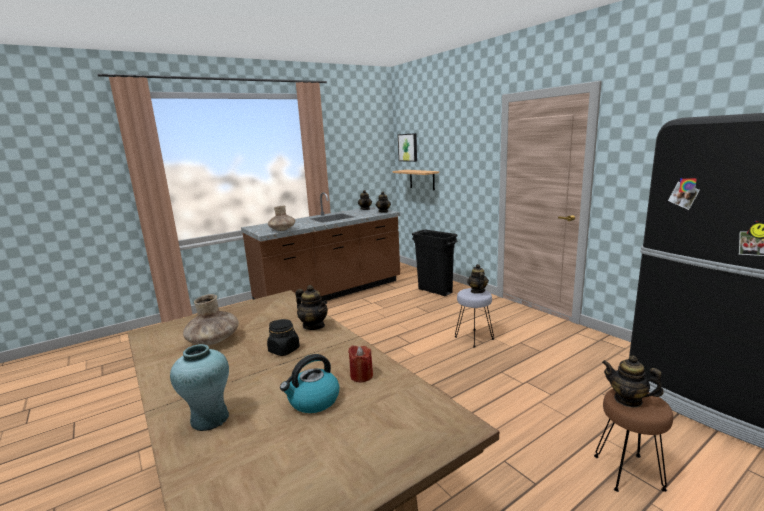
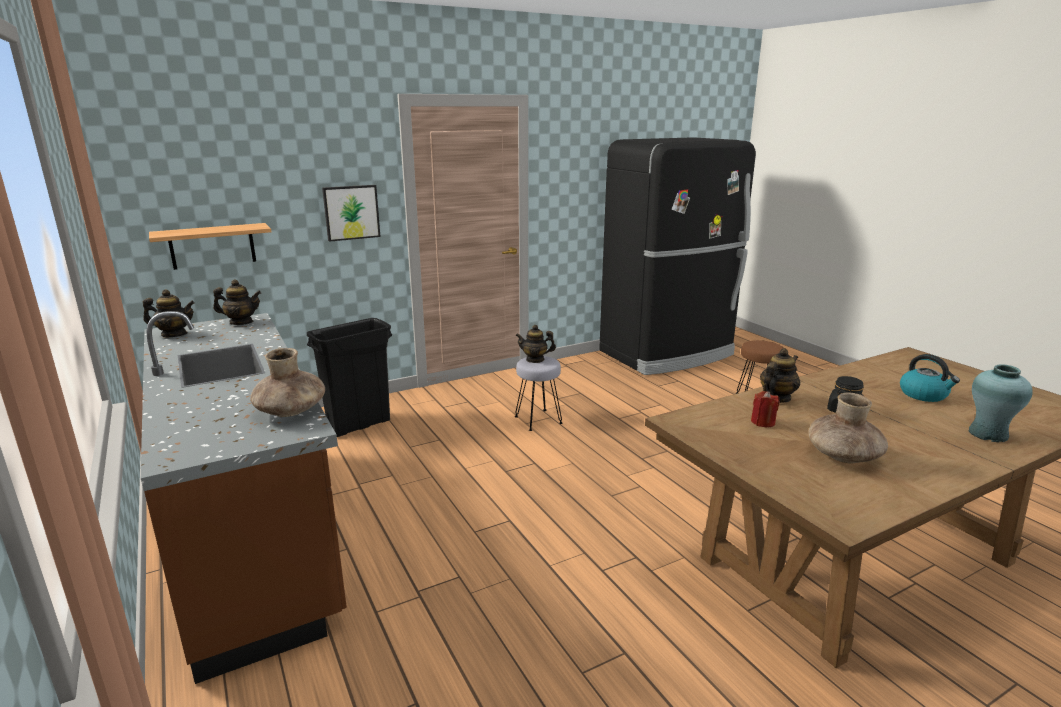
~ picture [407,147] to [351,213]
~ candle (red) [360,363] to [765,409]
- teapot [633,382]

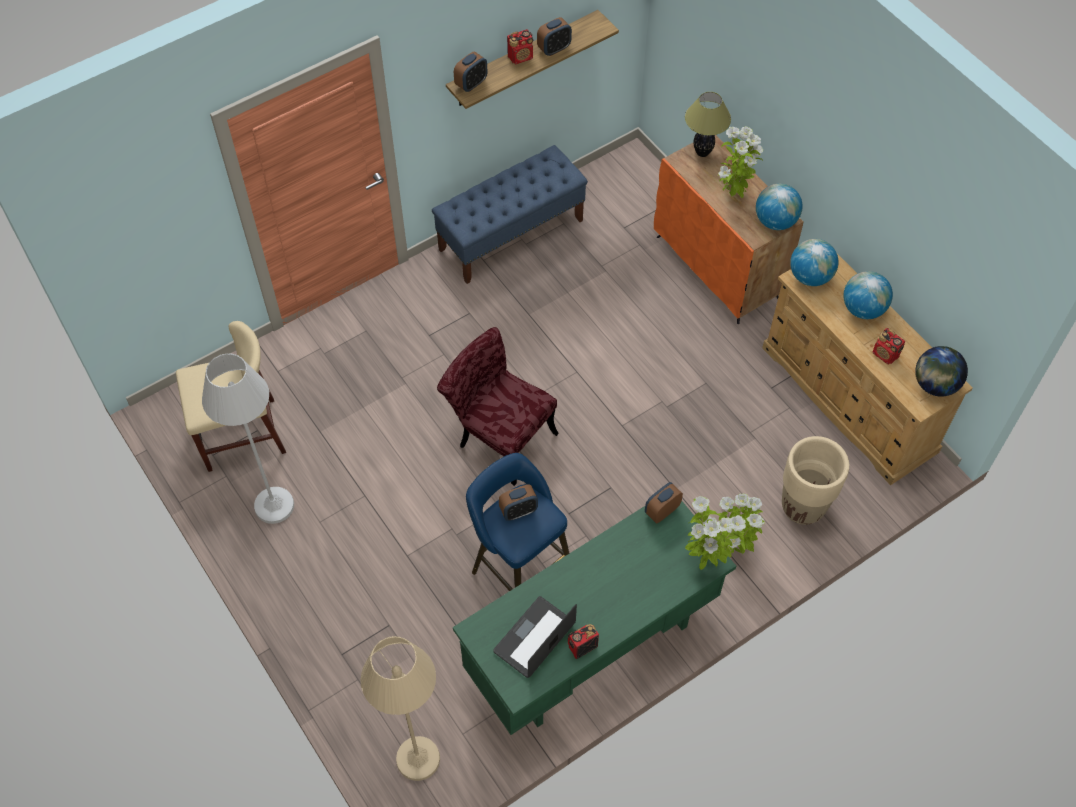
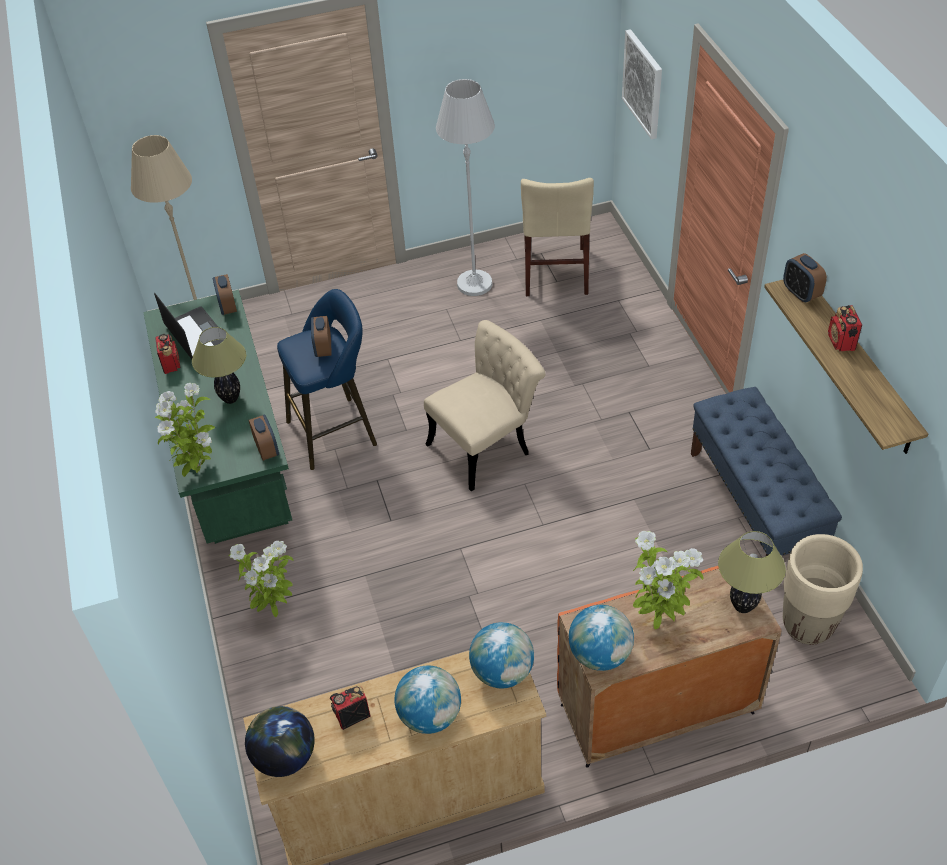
+ table lamp [219,365]
~ alarm clock [554,36] to [225,294]
~ chair (red) [498,406] to chair (beige) [485,405]
+ picture [642,84]
~ planter (beige) [815,480] to [823,589]

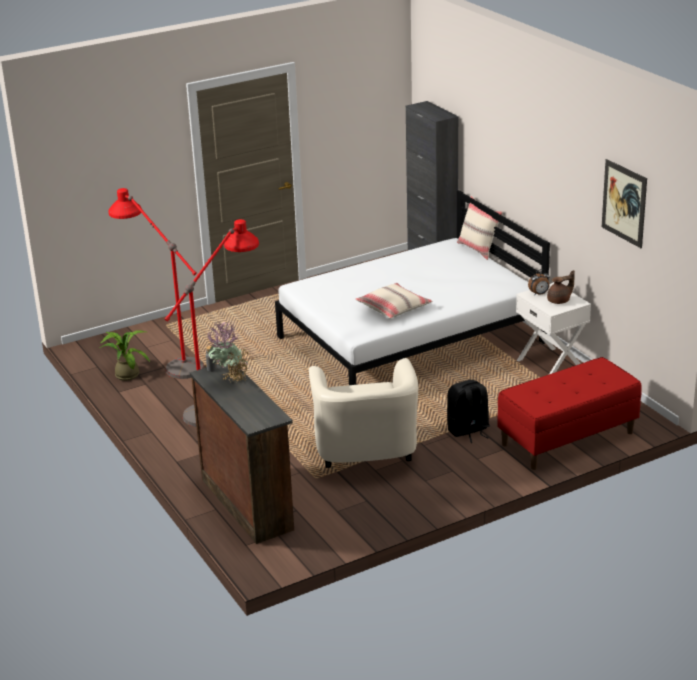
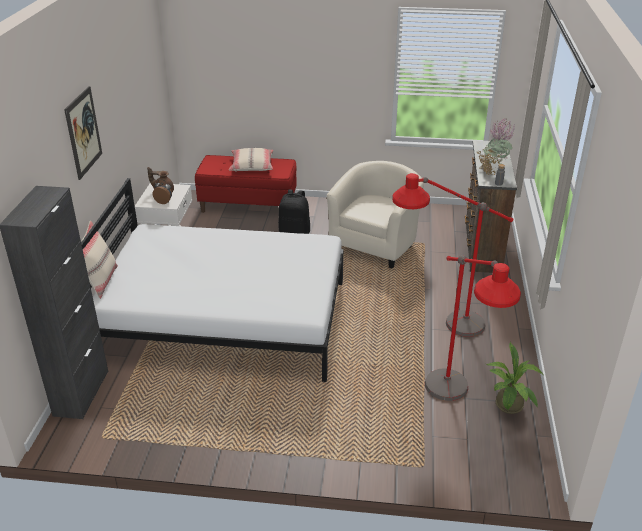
~ picture [624,203] to [83,133]
~ pillow (beige) [394,301] to [251,159]

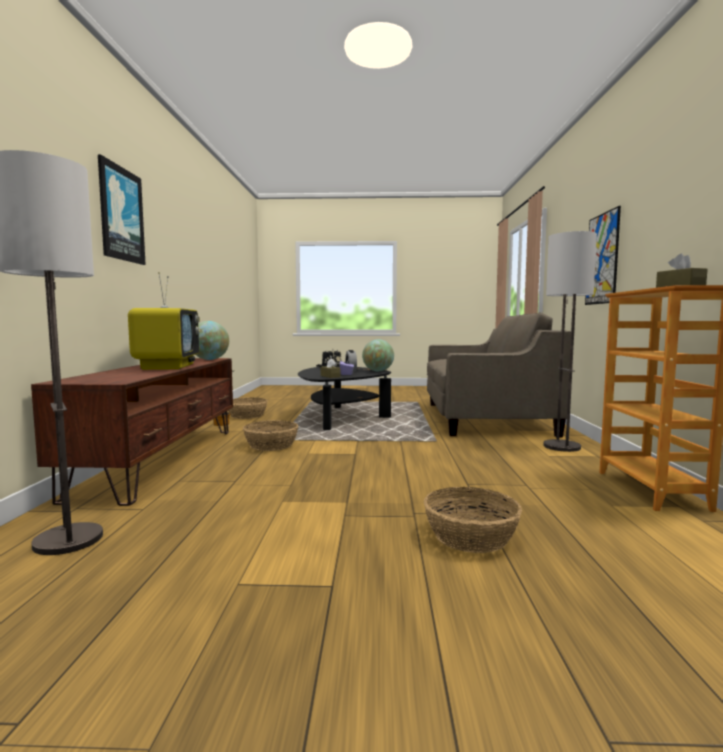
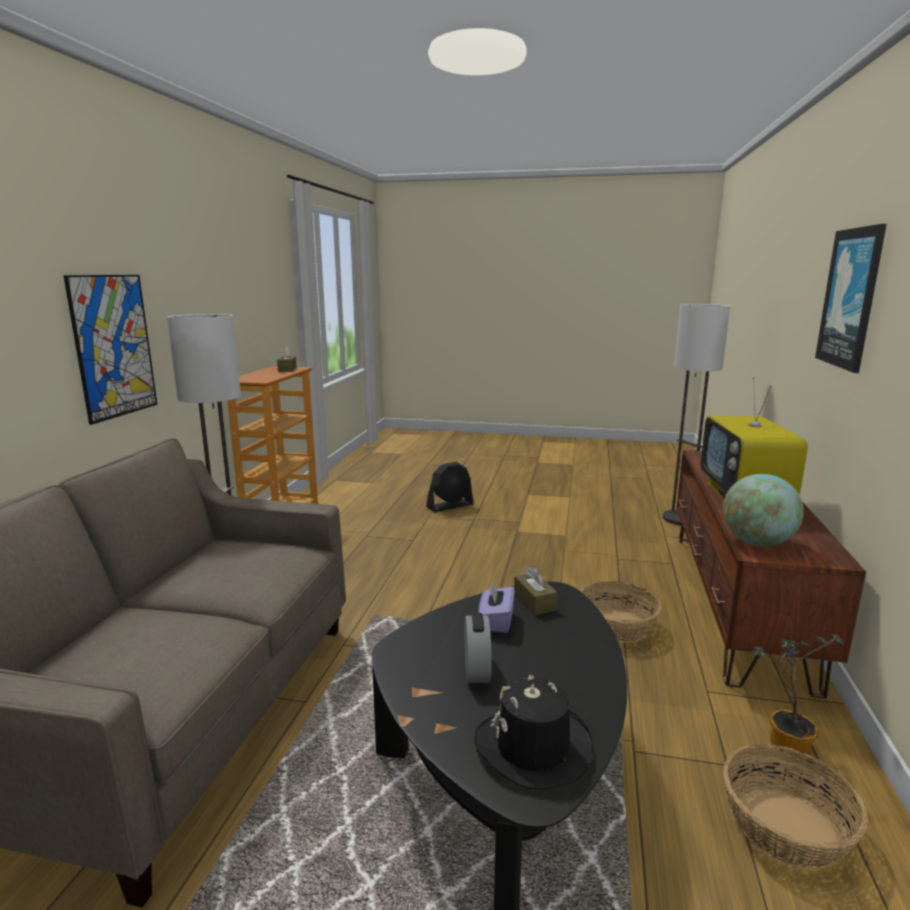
~ basket [473,520] to fan (black) [450,487]
- globe [378,355]

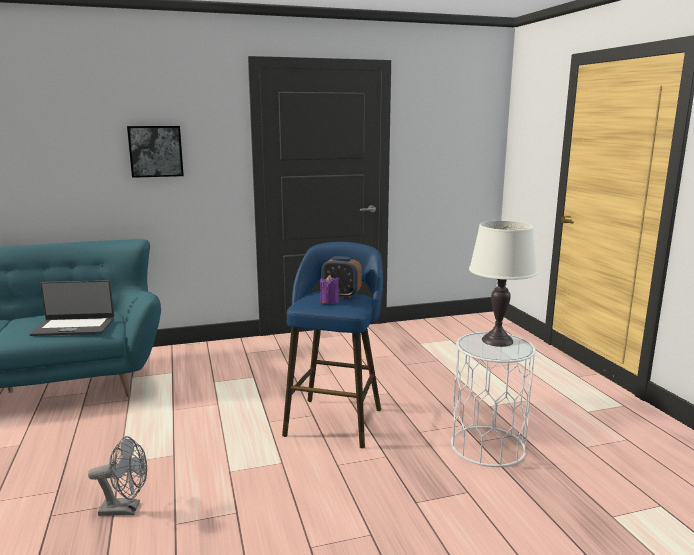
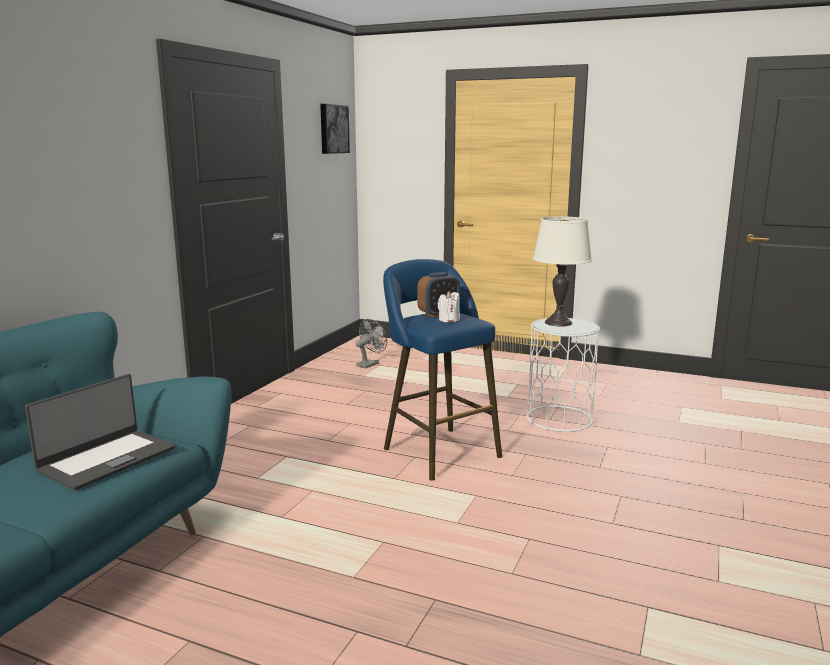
~ picture [155,152] to [335,129]
~ fan (grey) [117,476] to [371,343]
~ candle (purple) [329,289] to candle (white) [449,306]

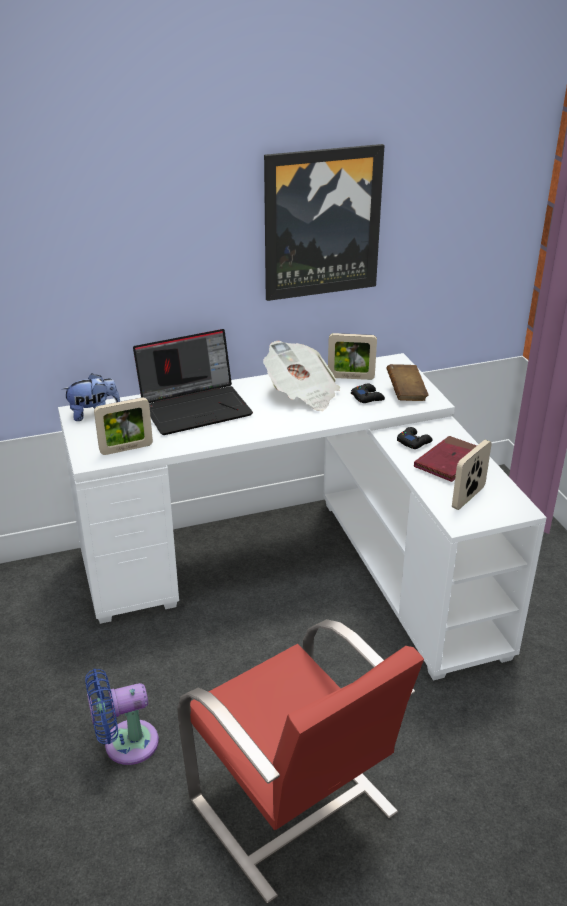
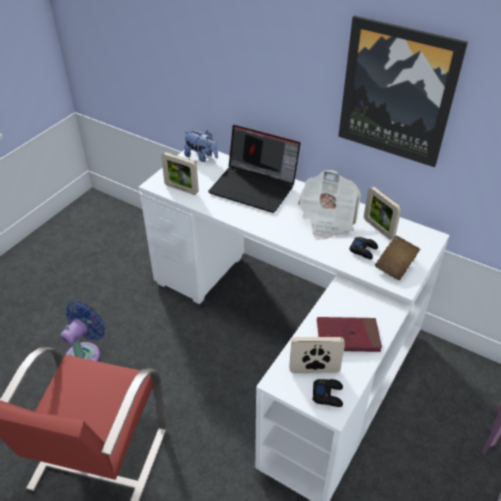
~ fan (blue) [122,717] = [83,331] 90 degrees clockwise
~ game controller (black) [415,438] to [328,393]

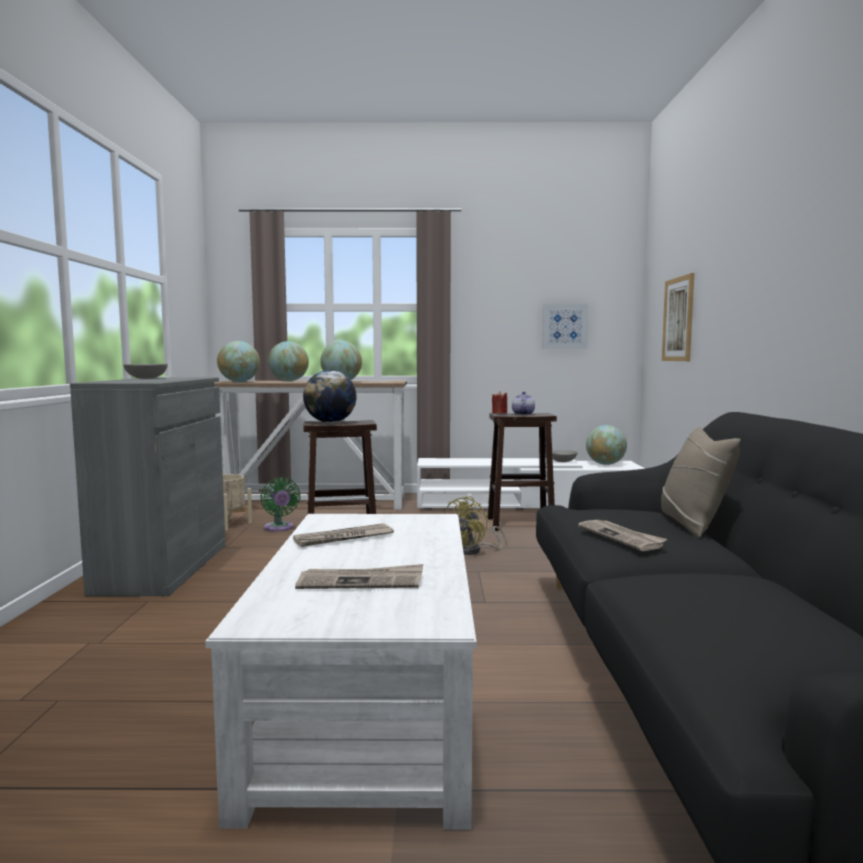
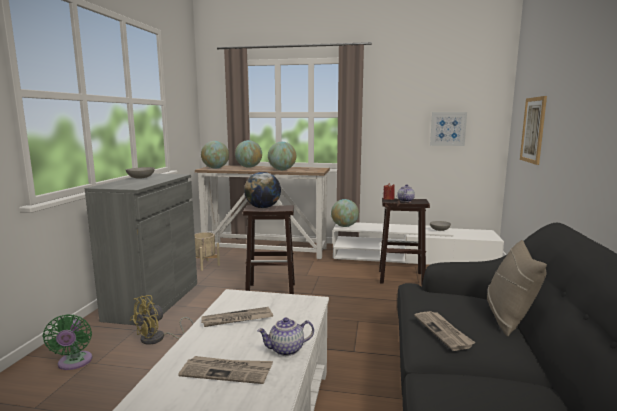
~ fan (green) [280,504] to [67,342]
~ fan (yellow) [475,525] to [162,320]
+ teapot [285,336]
~ globe [606,445] to [345,213]

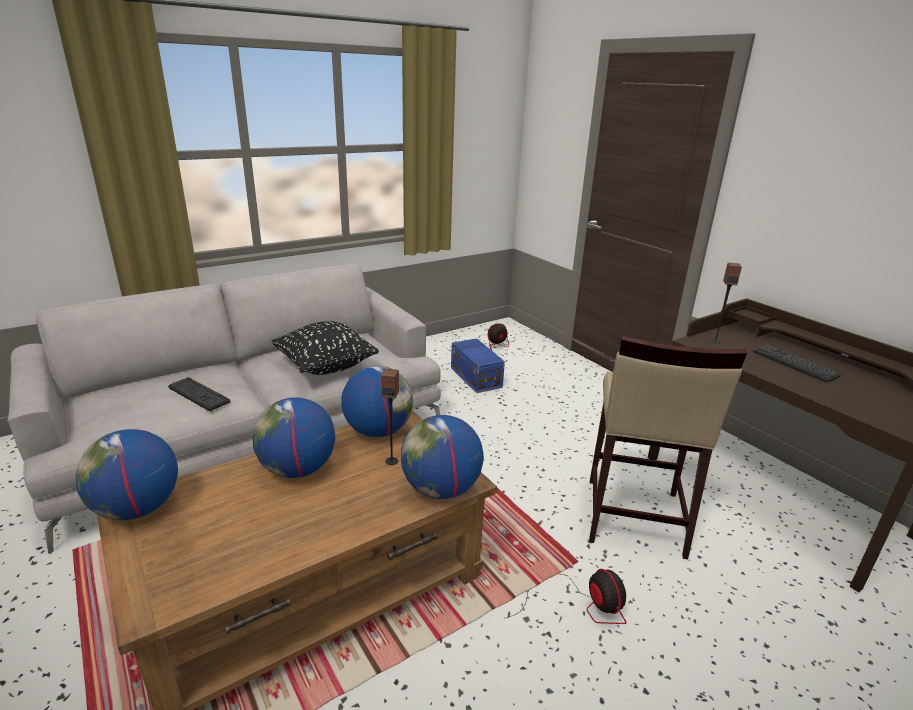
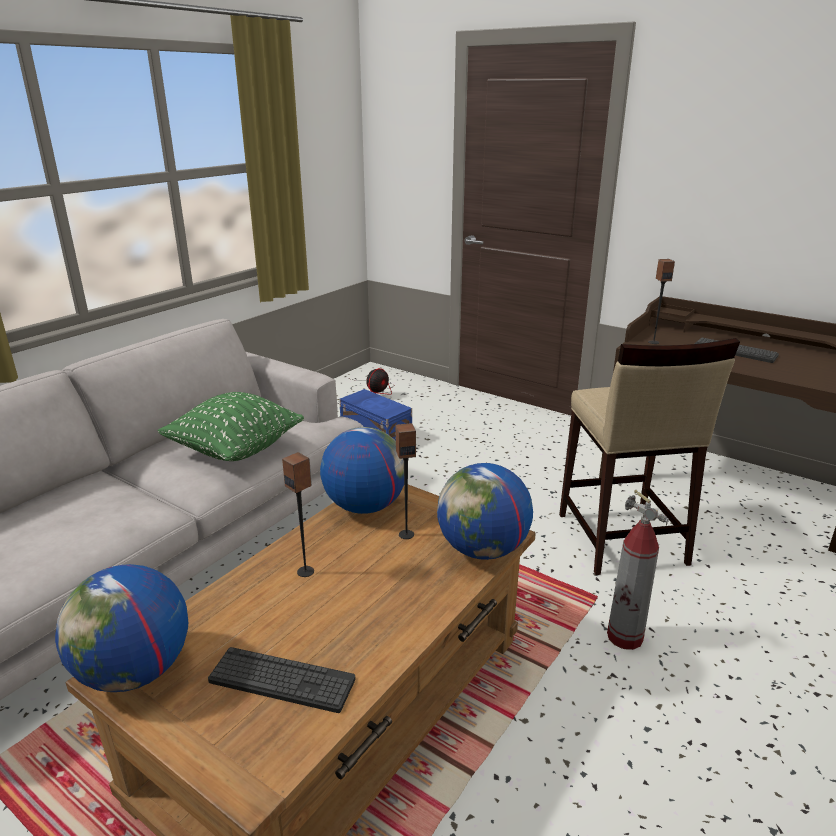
~ pillow (black) [325,348] to pillow (green) [231,426]
~ keyboard [199,394] to [281,680]
~ globe [294,437] to speaker [298,514]
~ fan [566,596] to fire extinguisher [638,570]

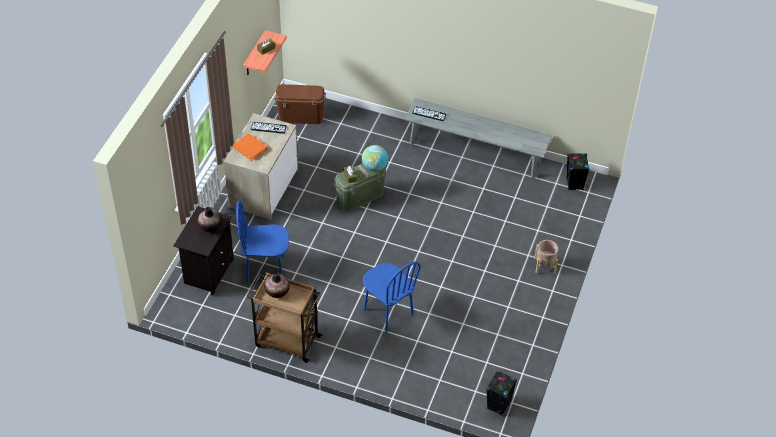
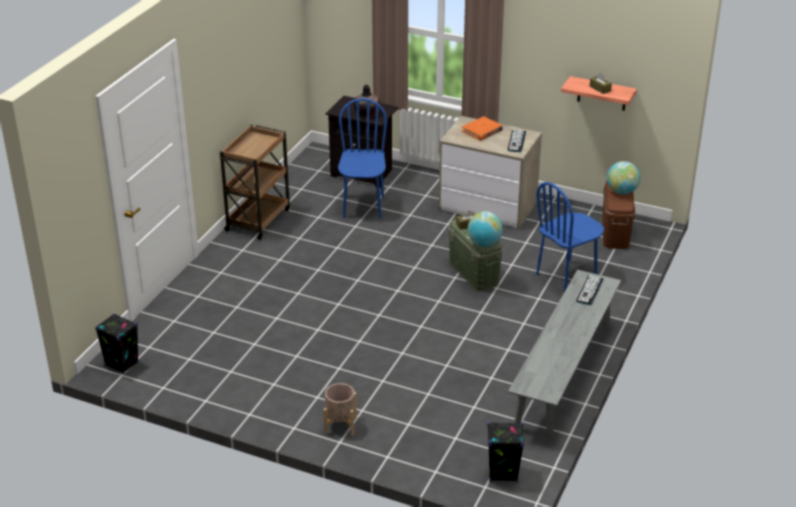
~ chair (blue) [392,297] to [570,237]
+ globe [623,177]
- vase [277,285]

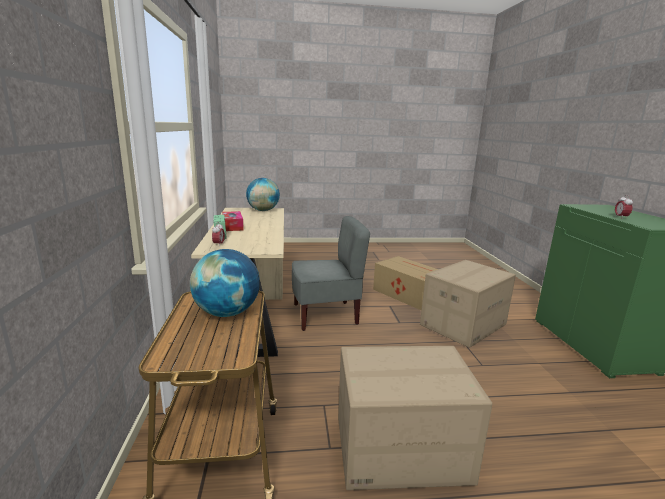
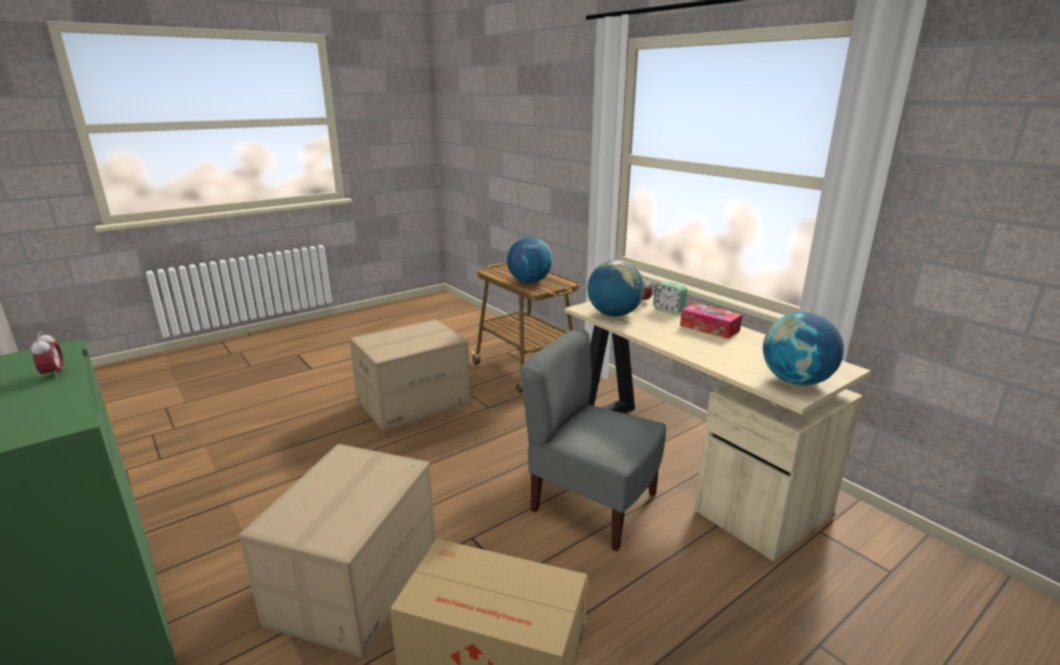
~ chair (grey) [331,273] = [593,440] 75 degrees clockwise
+ globe [615,288]

